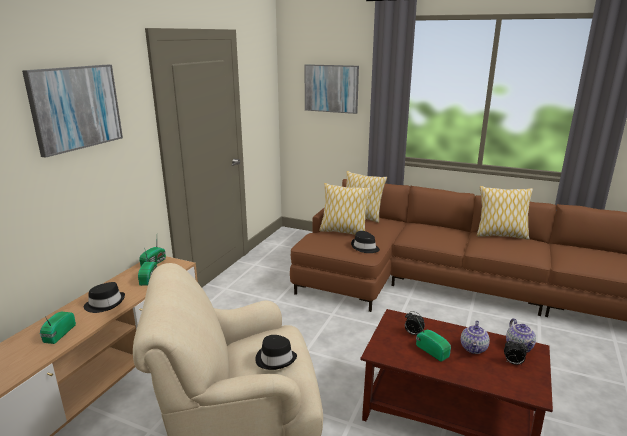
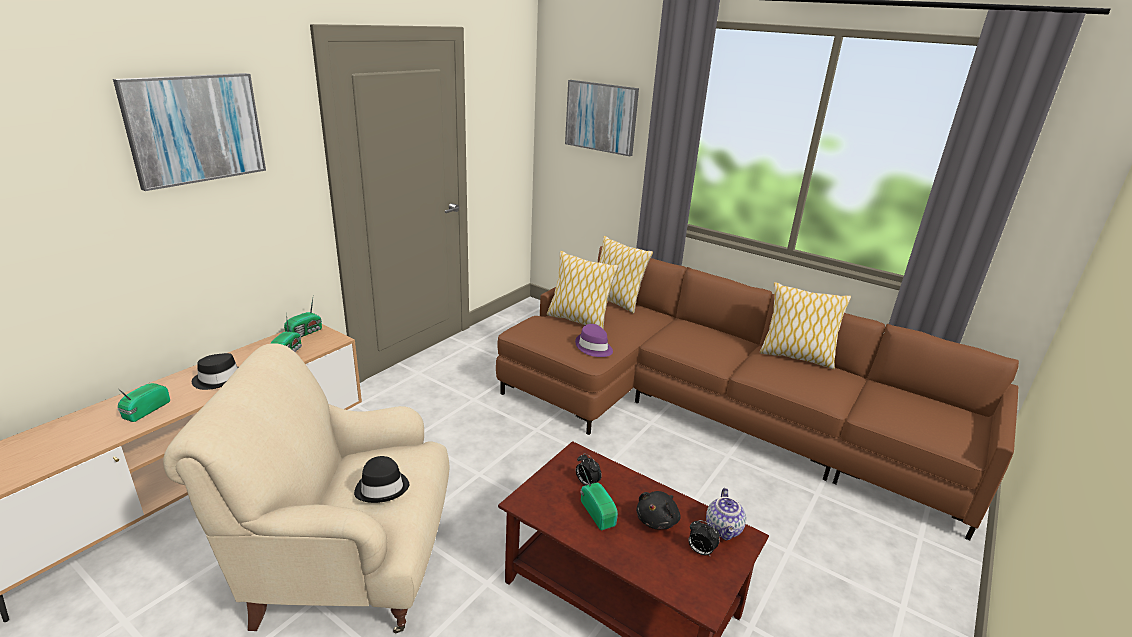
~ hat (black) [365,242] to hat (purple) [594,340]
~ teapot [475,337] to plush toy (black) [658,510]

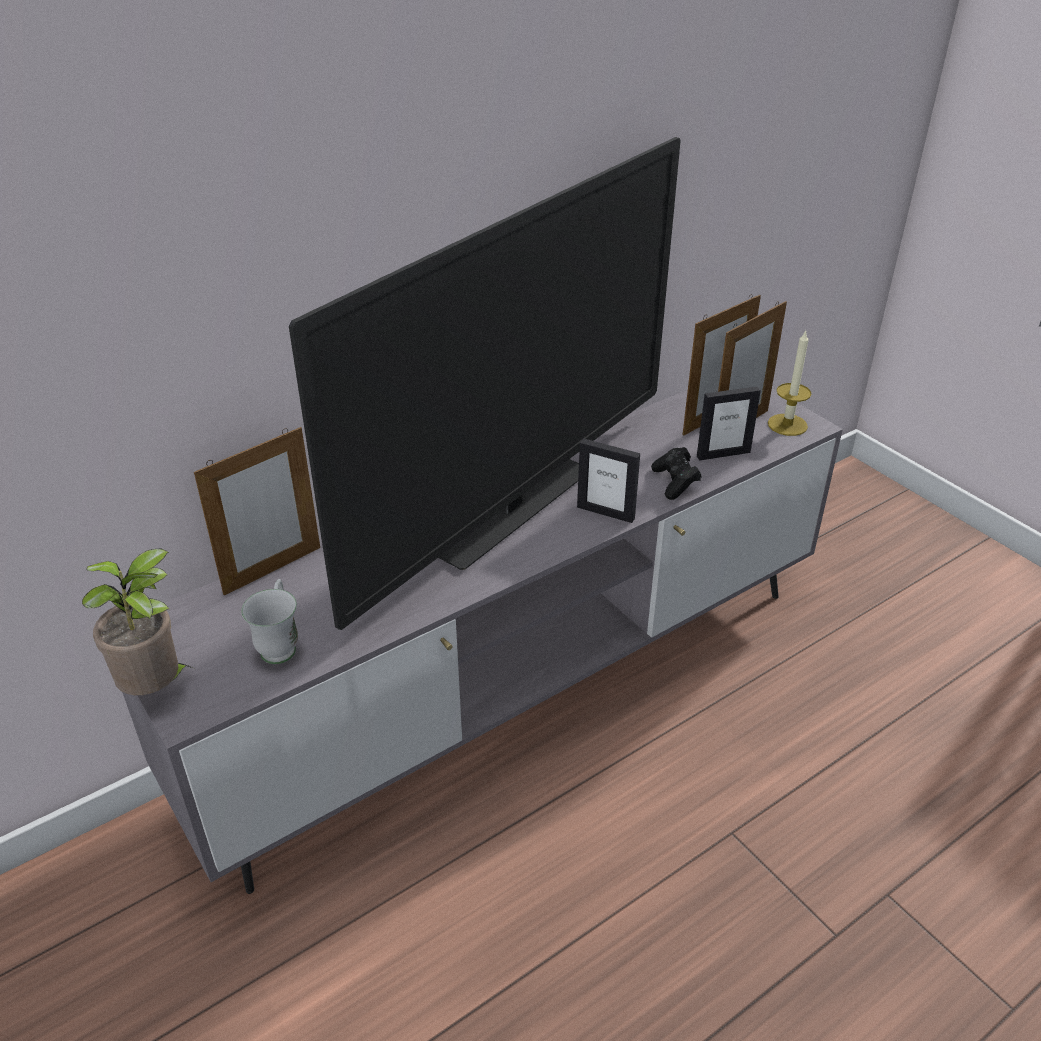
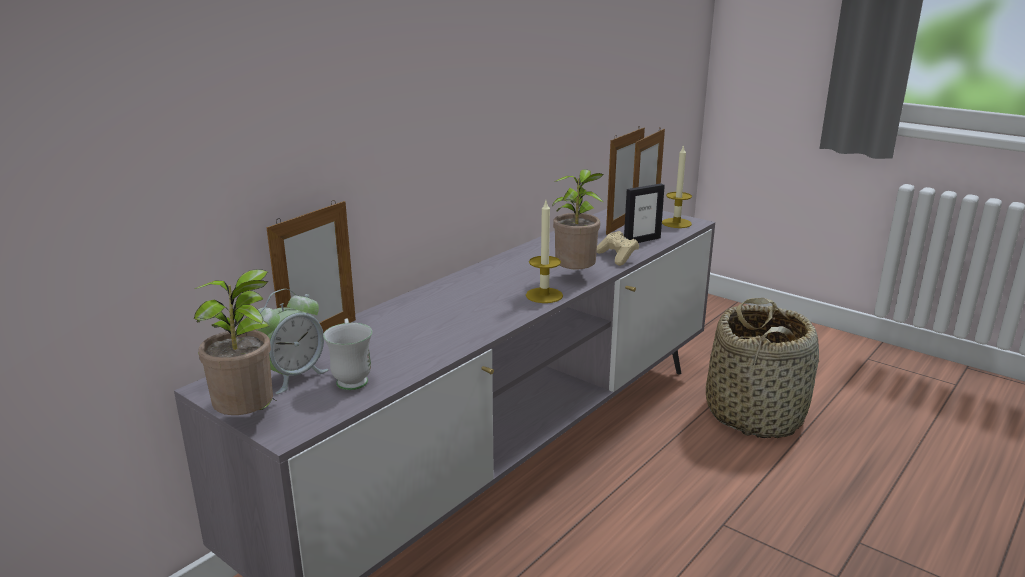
+ alarm clock [292,341]
+ candle [544,252]
~ picture frame [608,480] to potted plant [578,219]
~ game controller (black) [676,473] to game controller (beige) [618,248]
+ basket [762,368]
- television [485,383]

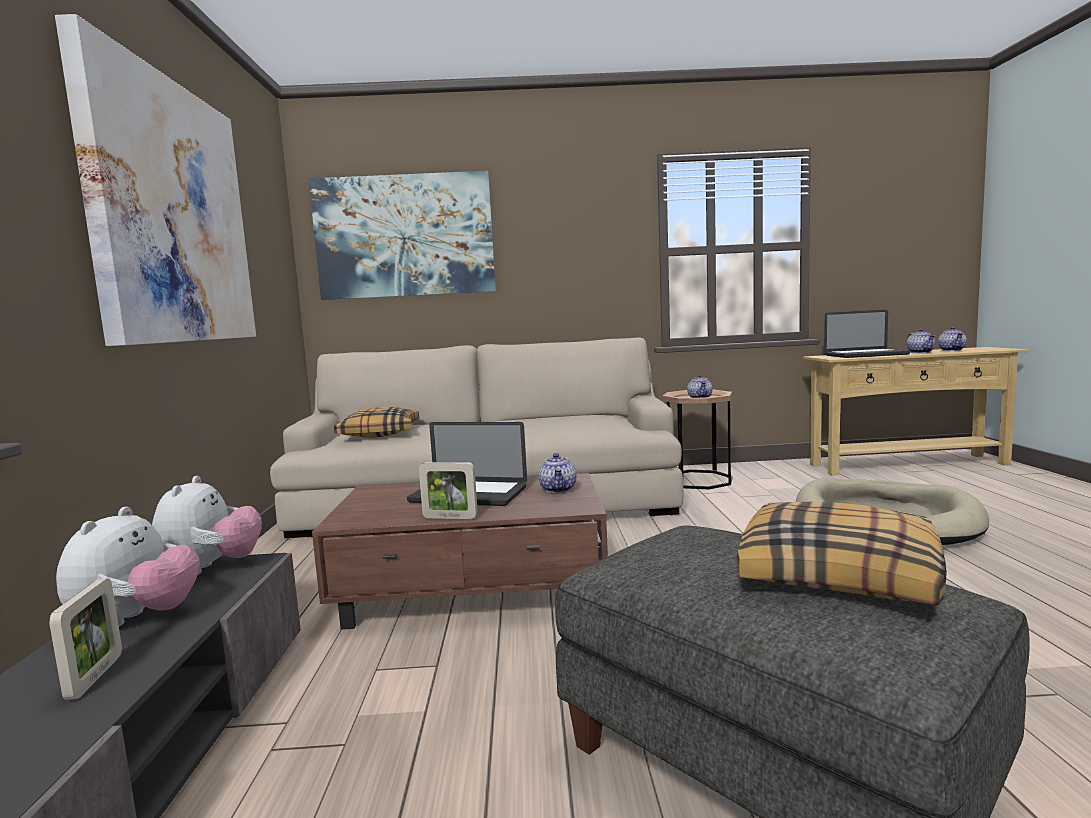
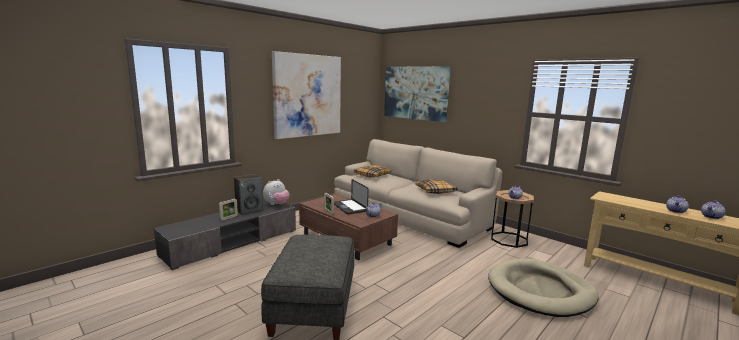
~ plush toy [128,567] to speaker [248,194]
~ pillow [842,553] to [436,186]
- laptop [867,334]

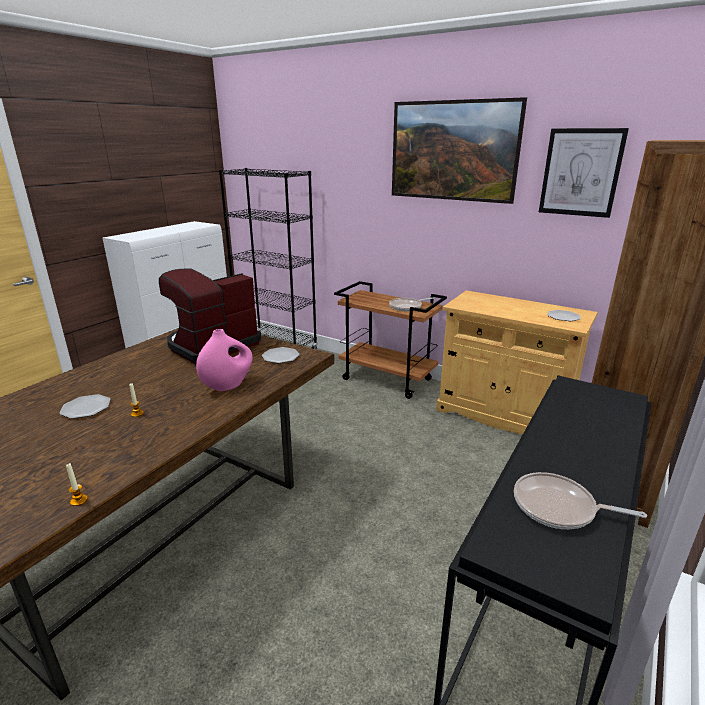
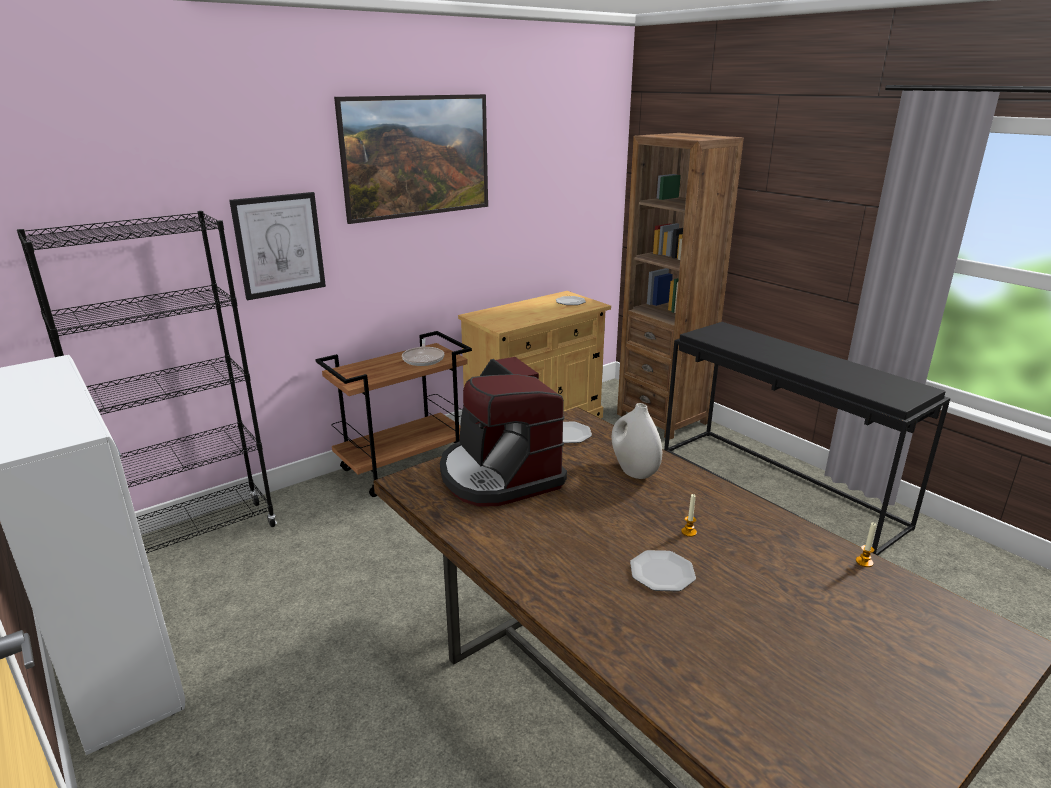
~ picture [584,173] to [277,246]
~ vase (pink) [224,360] to vase (white) [637,441]
- frying pan [580,500]

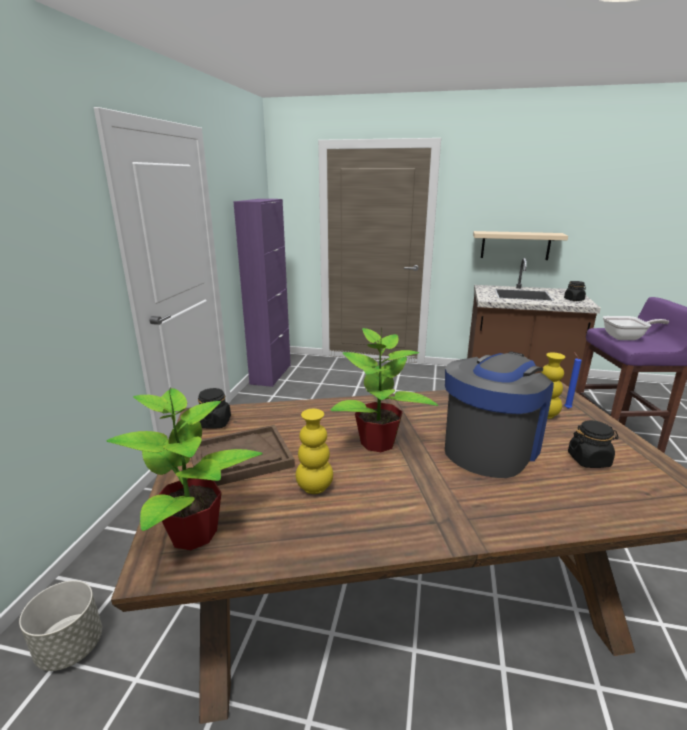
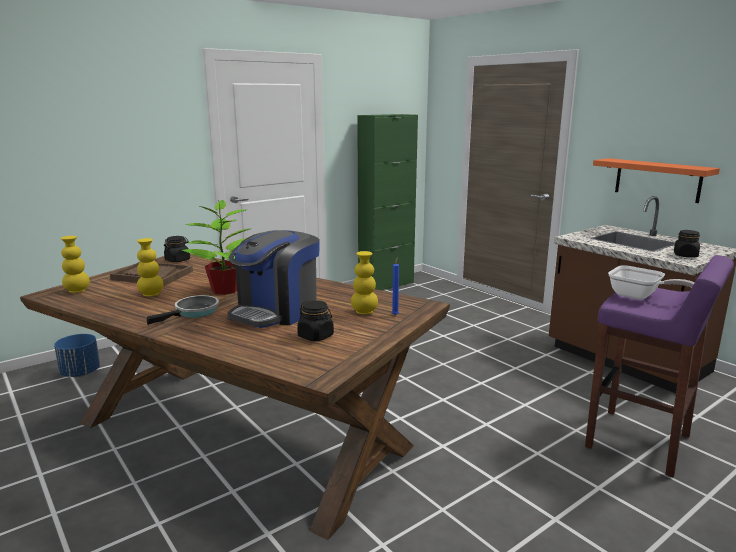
~ planter (grey) [60,625] to planter (blue) [77,355]
~ potted plant [184,468] to vase (yellow) [75,264]
+ frying pan [183,310]
~ coffee machine [499,415] = [273,279] 135 degrees clockwise
~ cabinet (purple) [262,293] to cabinet (green) [387,202]
~ shelf (beige) [520,245] to shelf (orange) [656,180]

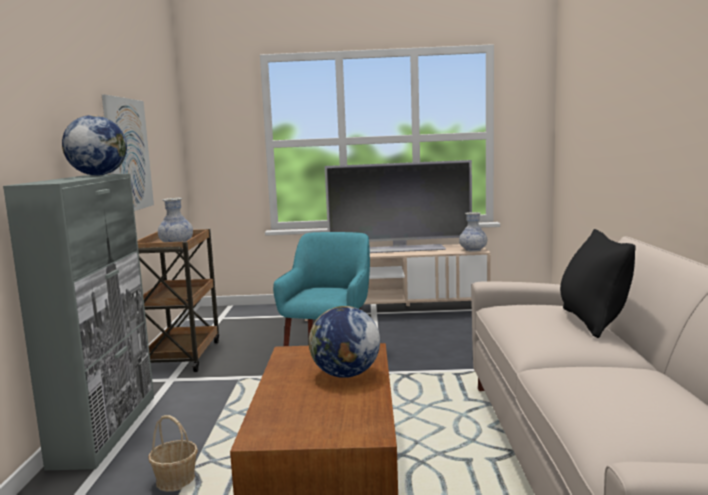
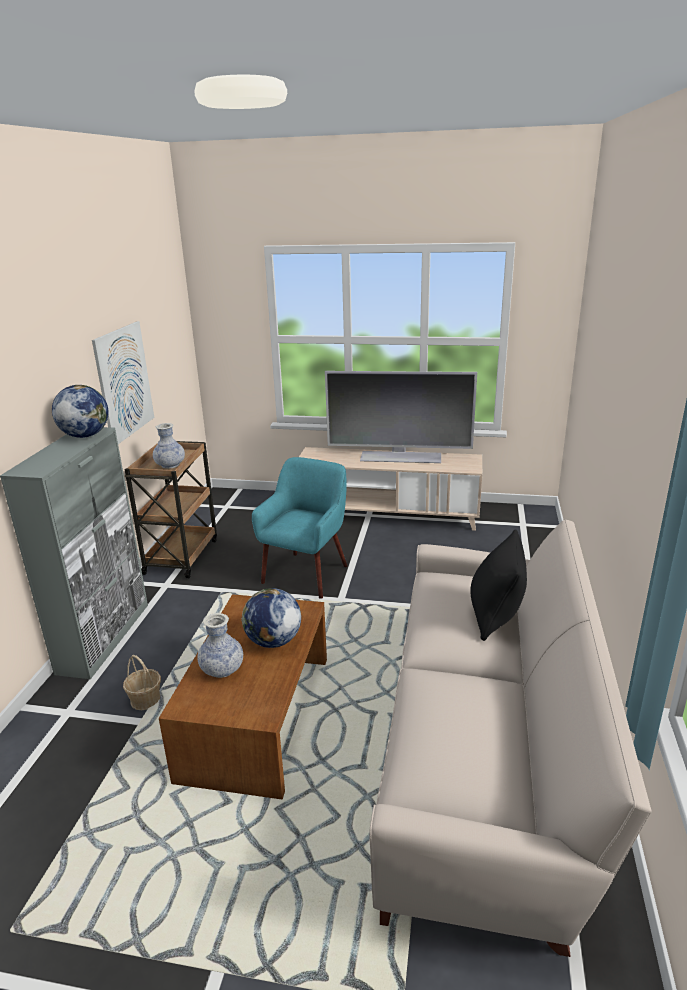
~ vase [473,232] to [220,645]

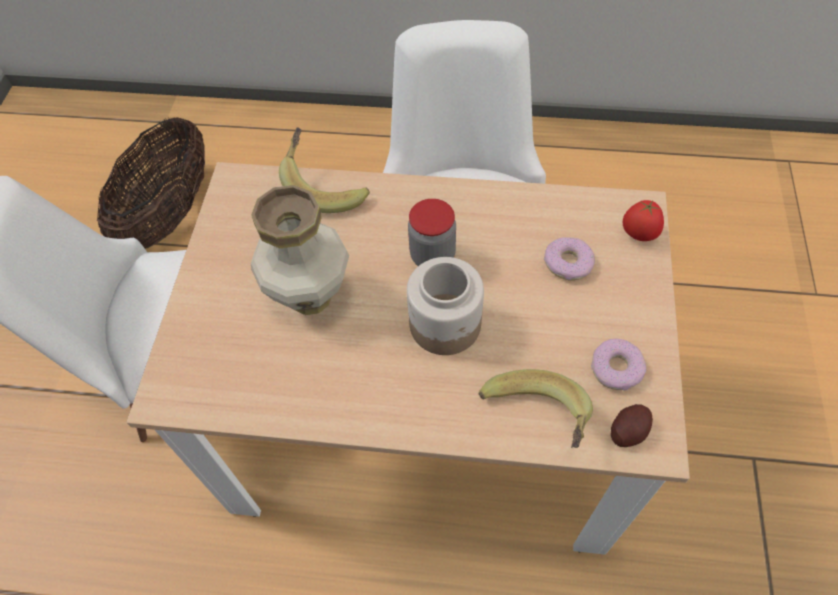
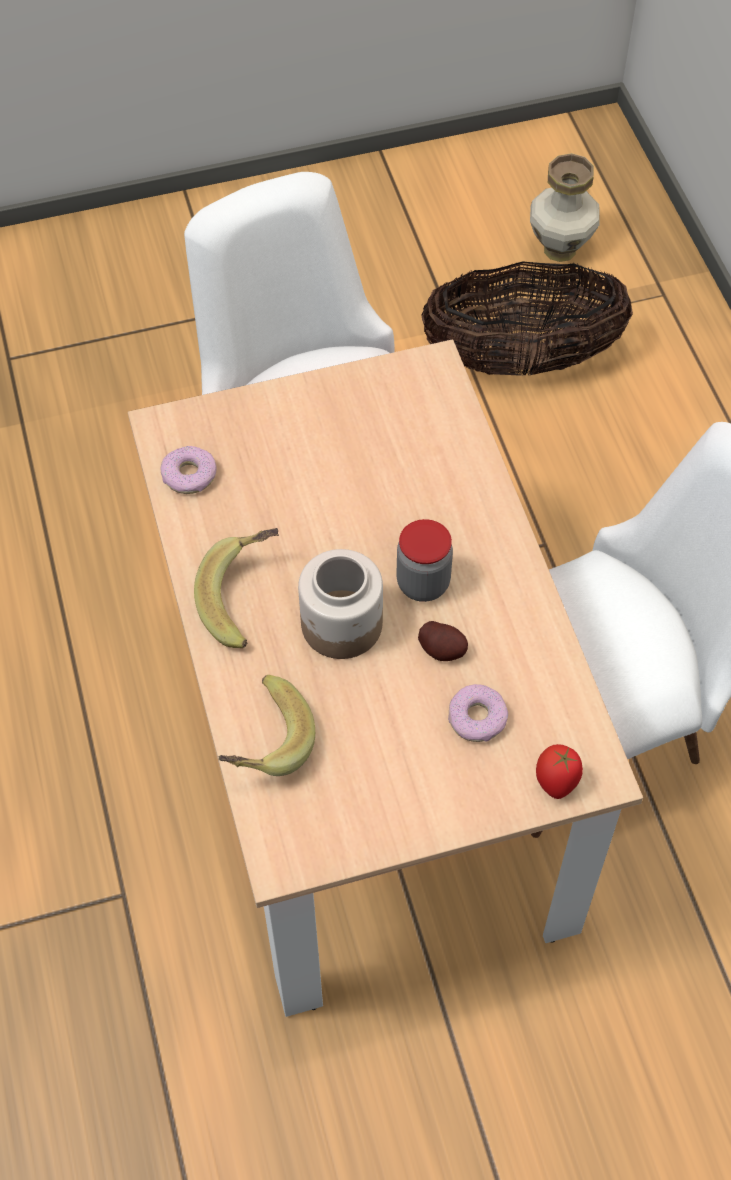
~ donut [618,365] to [188,470]
~ banana [324,170] to [236,588]
~ potato [632,425] to [443,641]
~ vase [300,250] to [565,207]

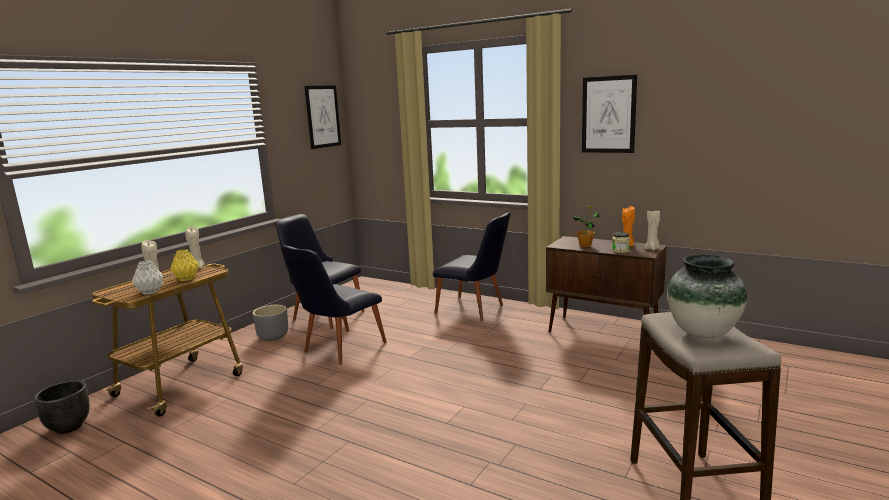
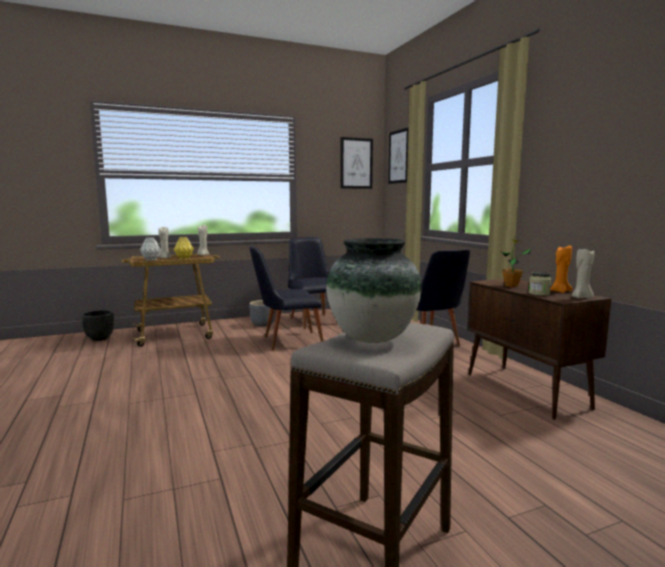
~ picture [609,114] to [398,156]

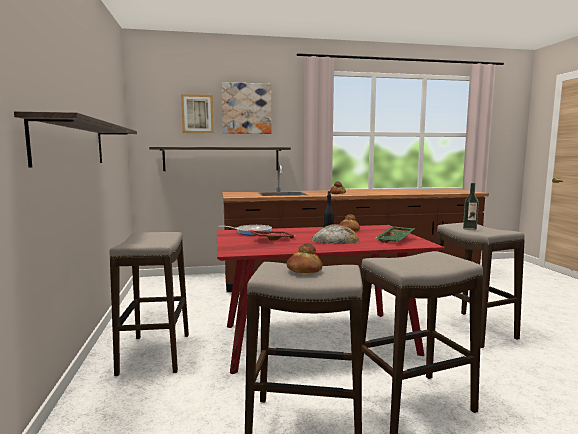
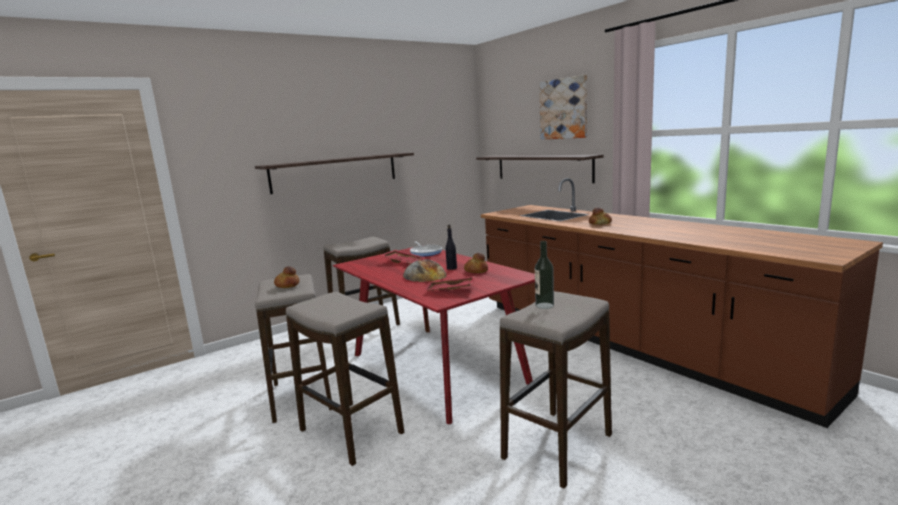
~ tray (green) [395,234] to tray (red) [449,283]
- picture [197,113]

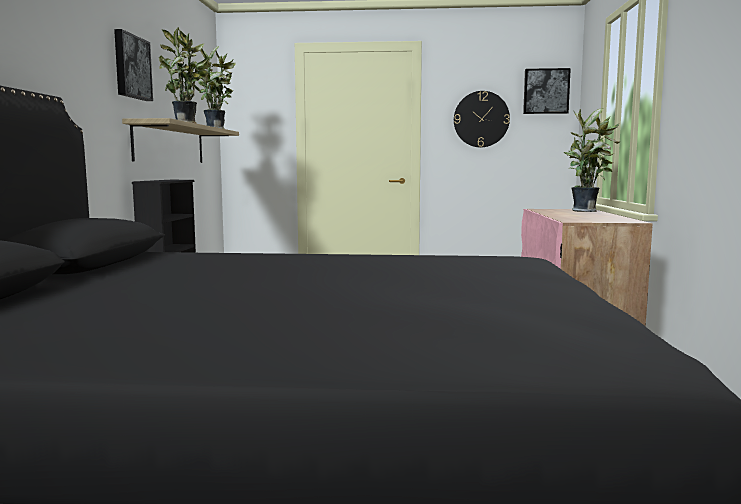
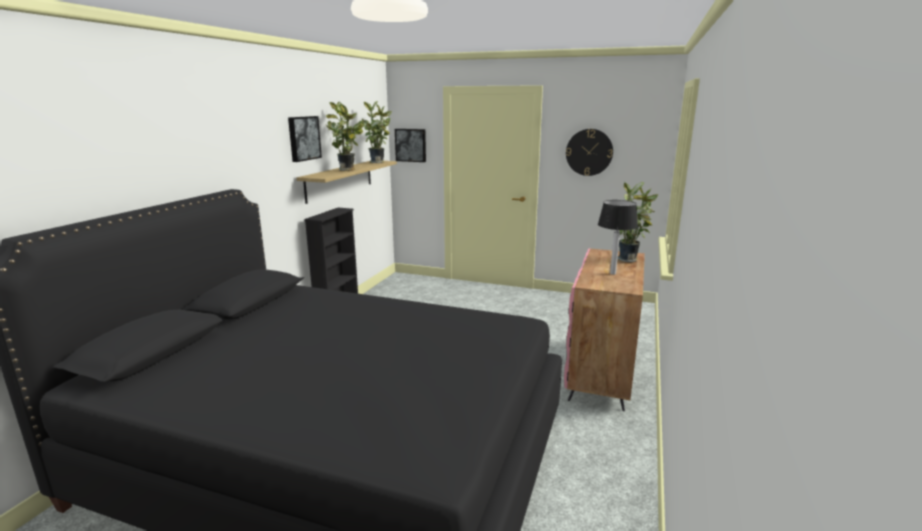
~ picture [547,91] to [410,145]
+ table lamp [618,237]

